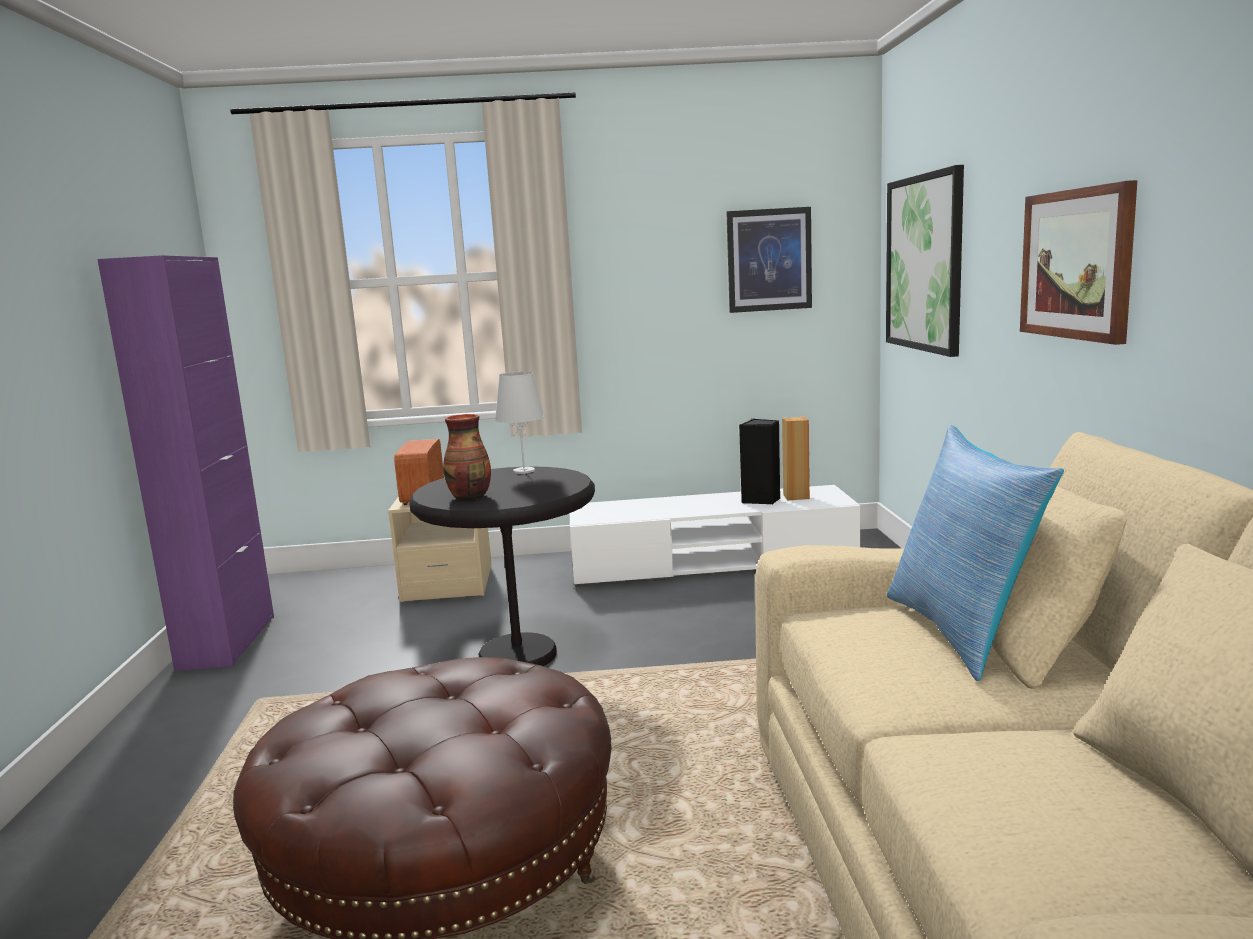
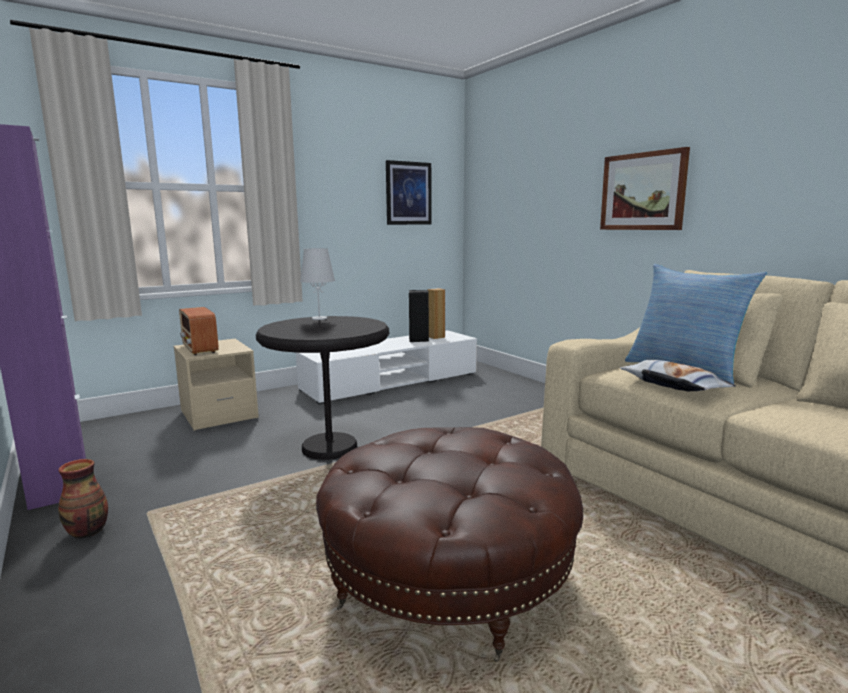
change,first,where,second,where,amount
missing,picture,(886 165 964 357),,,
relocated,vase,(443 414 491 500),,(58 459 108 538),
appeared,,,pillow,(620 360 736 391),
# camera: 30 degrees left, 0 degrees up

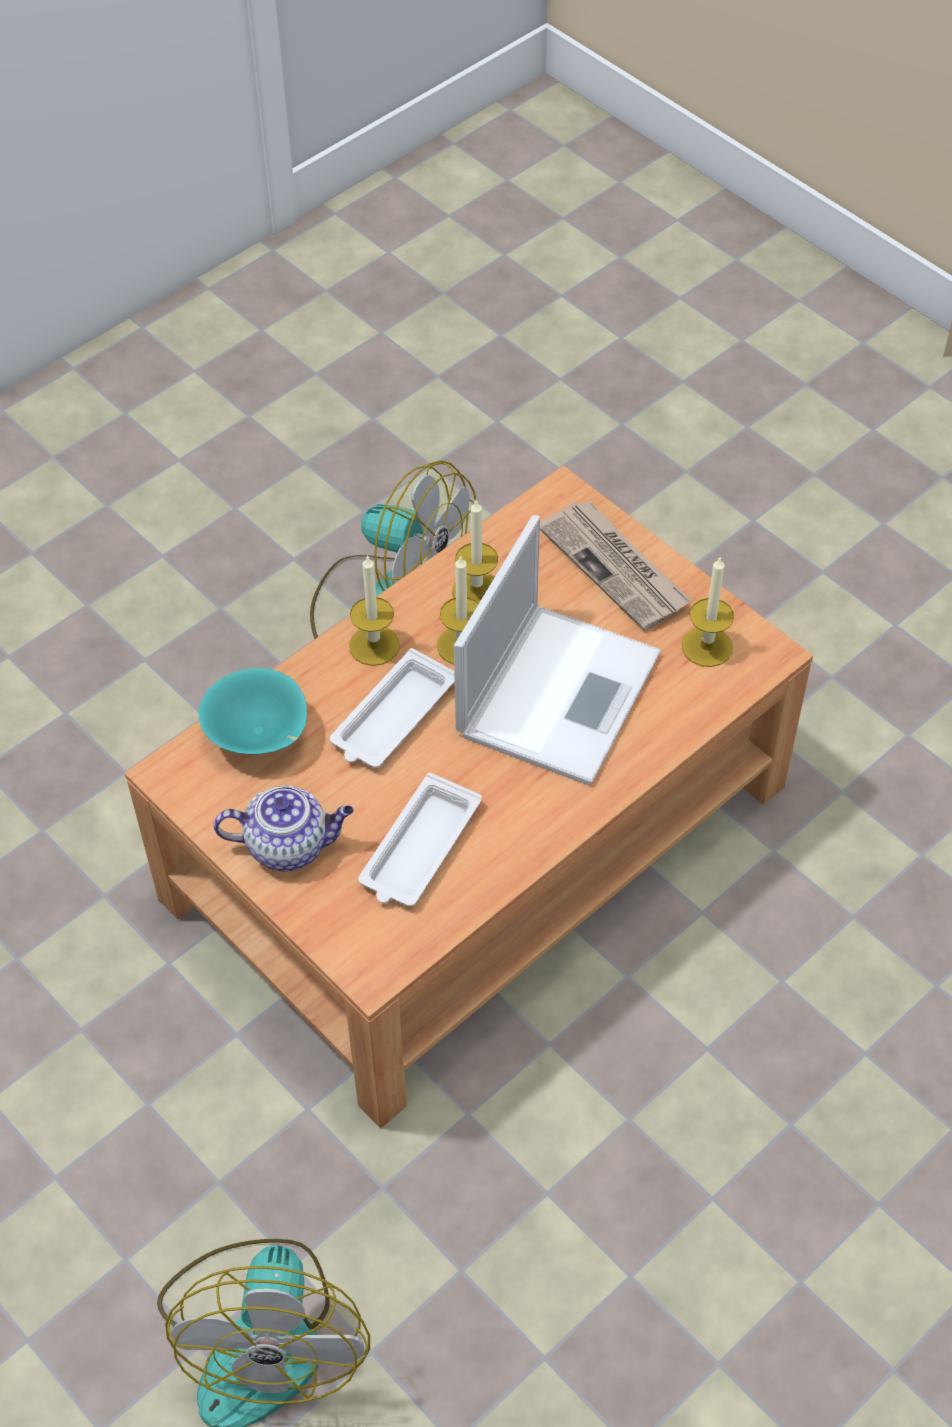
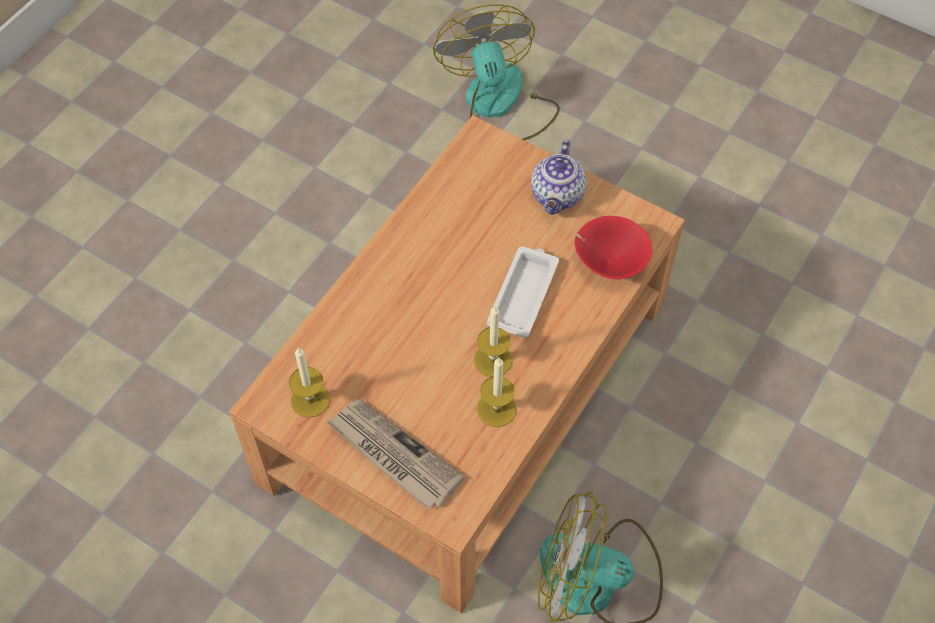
change,first,where,second,where,amount
missing,laptop,(454 515 661 785),,,
missing,candle,(349 555 400 666),,,
colour,turquoise_bowl,(198 668 307 754),red_bowl,(574 216 652 279),
missing,white_tray,(358 773 482 906),,,
spun,teapot,(213 786 354 871),,(531 140 587 215),60 degrees counterclockwise
# camera: 165 degrees right, 5 degrees up

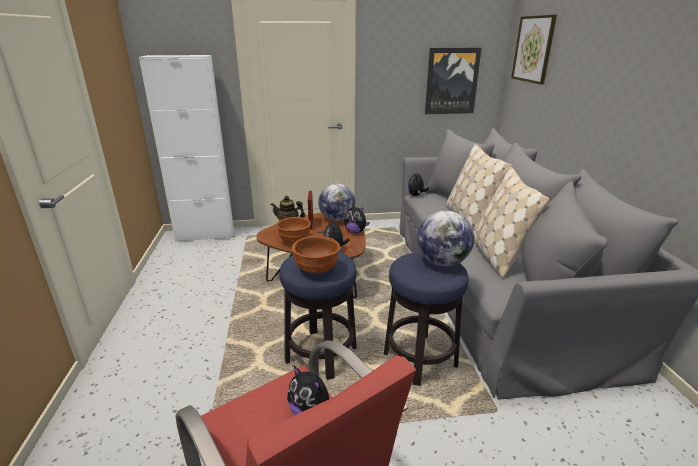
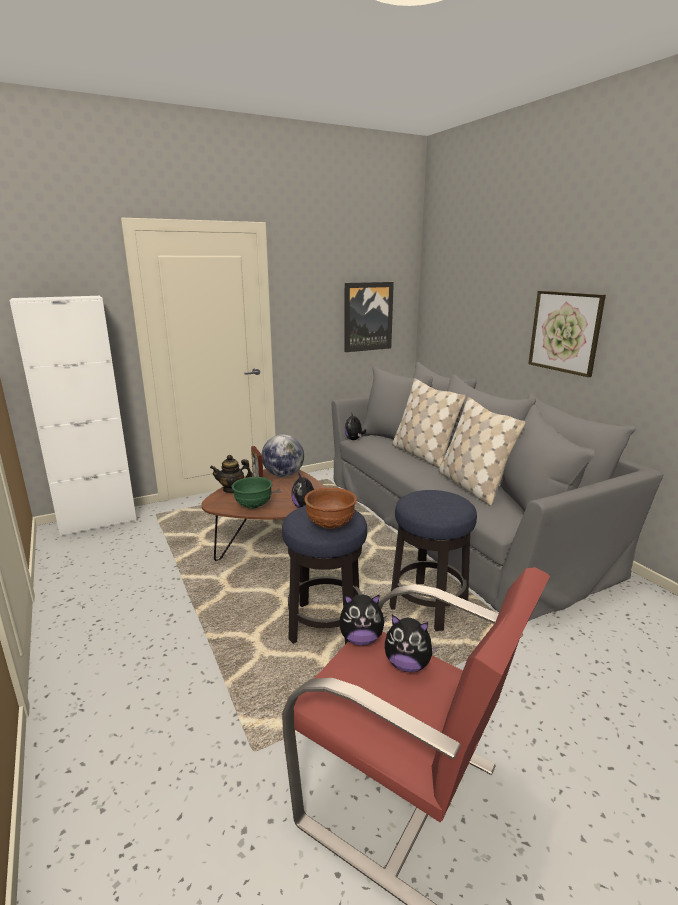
change,first,where,second,where,amount
relocated,picture,(511 15 557 85),,(528 291 606 377),
relocated,plush_toy,(344 205 370 233),,(339 594 386 645),
missing,globe,(417 211 474 266),,,
colour,brown_bowl,(276 217 311 244),green_bowl,(232 477 272 509),
# camera: 20 degrees left, 5 degrees down

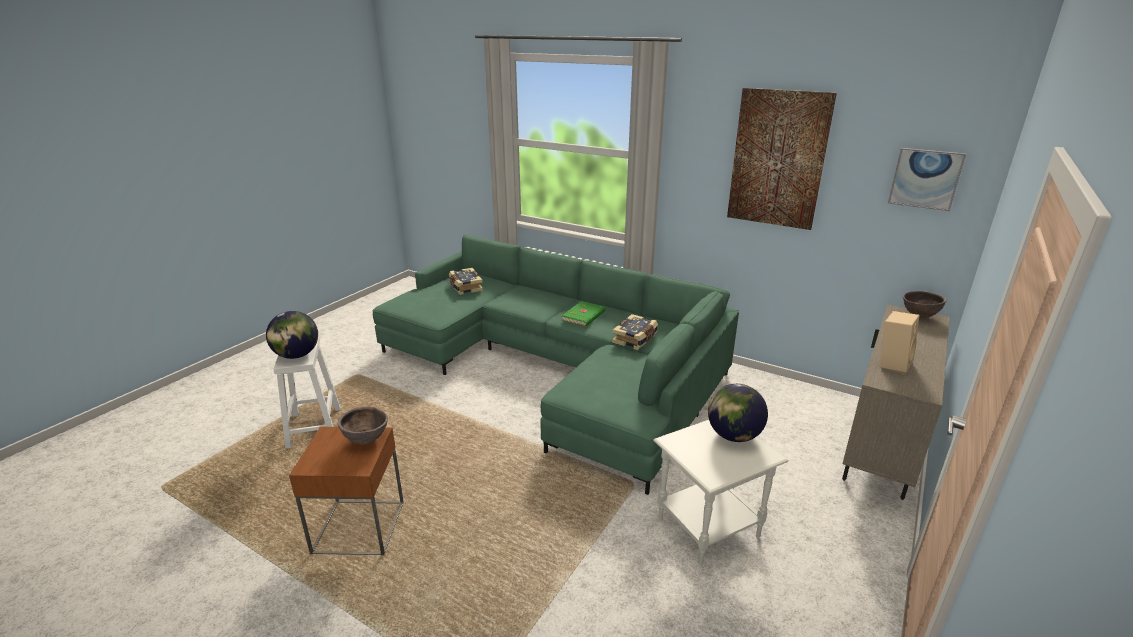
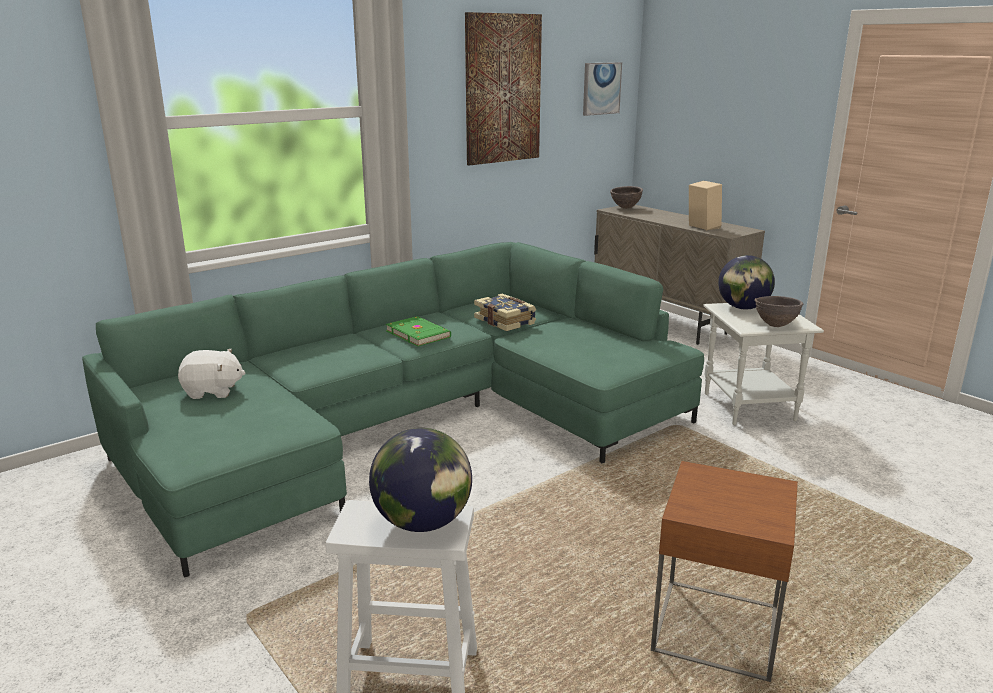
change,first,where,second,where,amount
exchanged,book,(449 268 483 295),white_plush_toy,(178 349 246 399),
relocated,brown_bowl,(338 407 388 445),,(754 296 803 327),
# camera: 70 degrees left, 5 degrees down

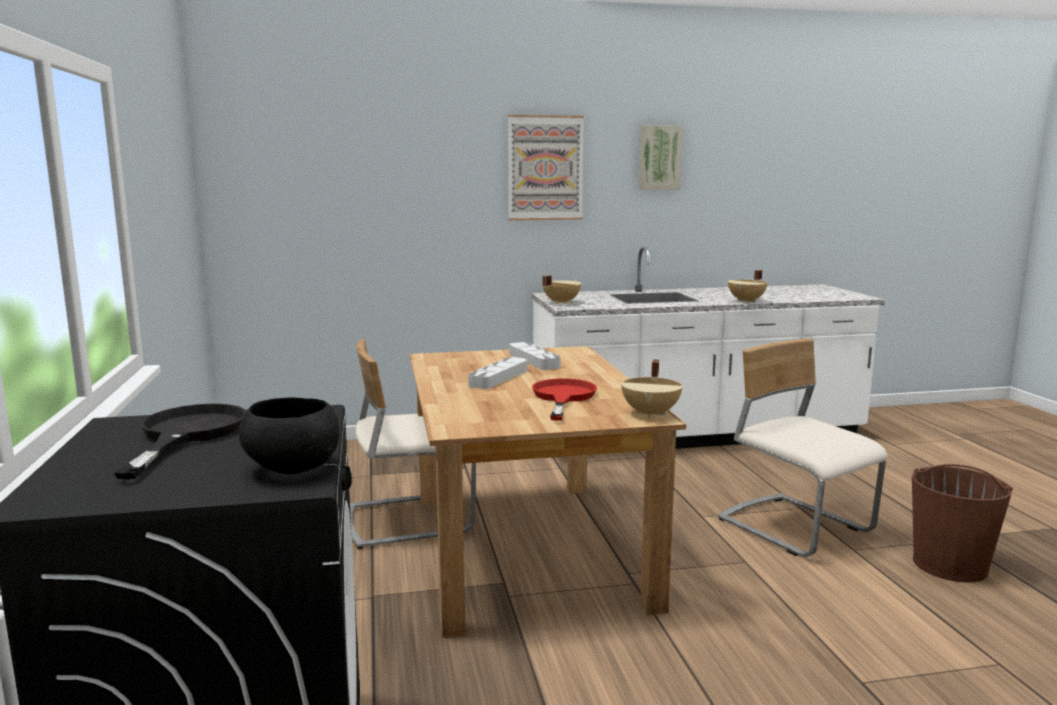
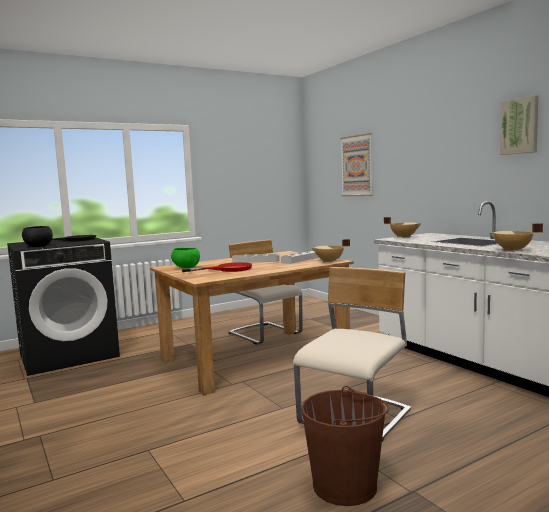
change,first,where,second,where,amount
relocated,picture,(508 115 584 221),,(340 133 373 196),
relocated,beige_cooking_pot,(621 360 683 418),,(311 239 350 263),
appeared,,,green_bowl,(171 248 200 269),
# camera: 70 degrees right, 5 degrees down

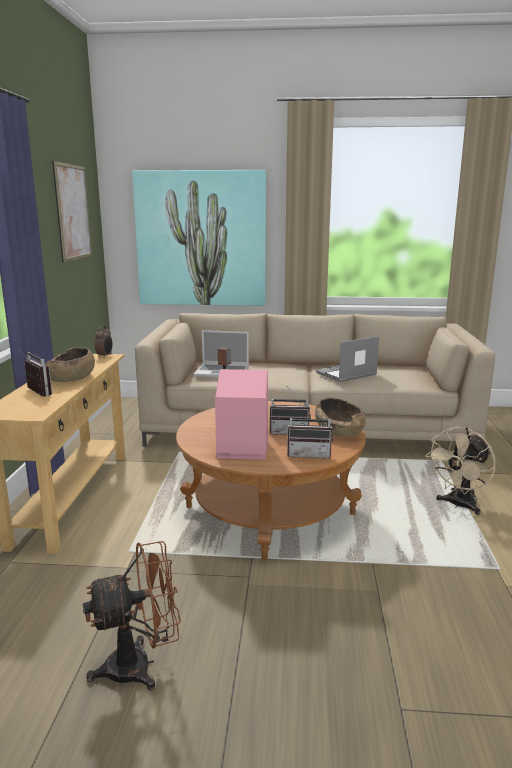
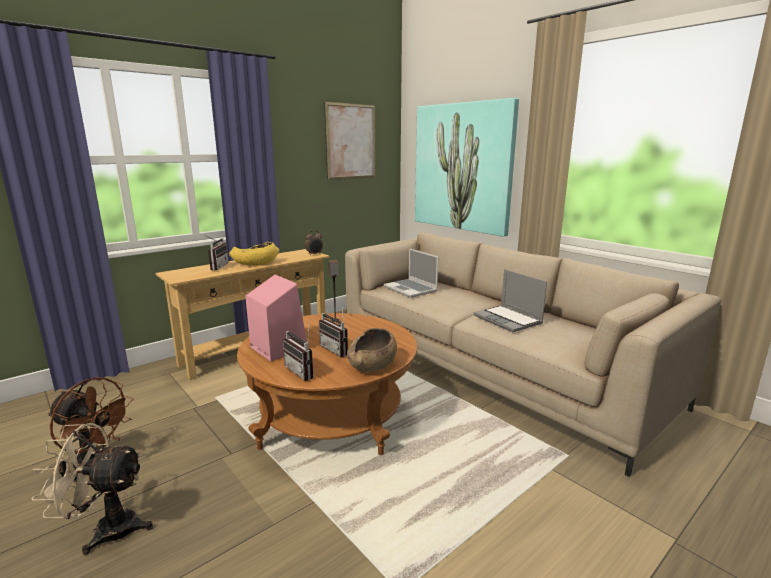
change,first,where,second,where,amount
spun,laptop,(316 336 379 382),,(474 269 547 332),135 degrees counterclockwise
colour,brown_bowl,(45 347 95 382),yellow_bowl,(229 242 280 265),
relocated,beige_fan,(425 427 496 515),,(32 423 153 555),
# camera: 45 degrees right, 0 degrees up

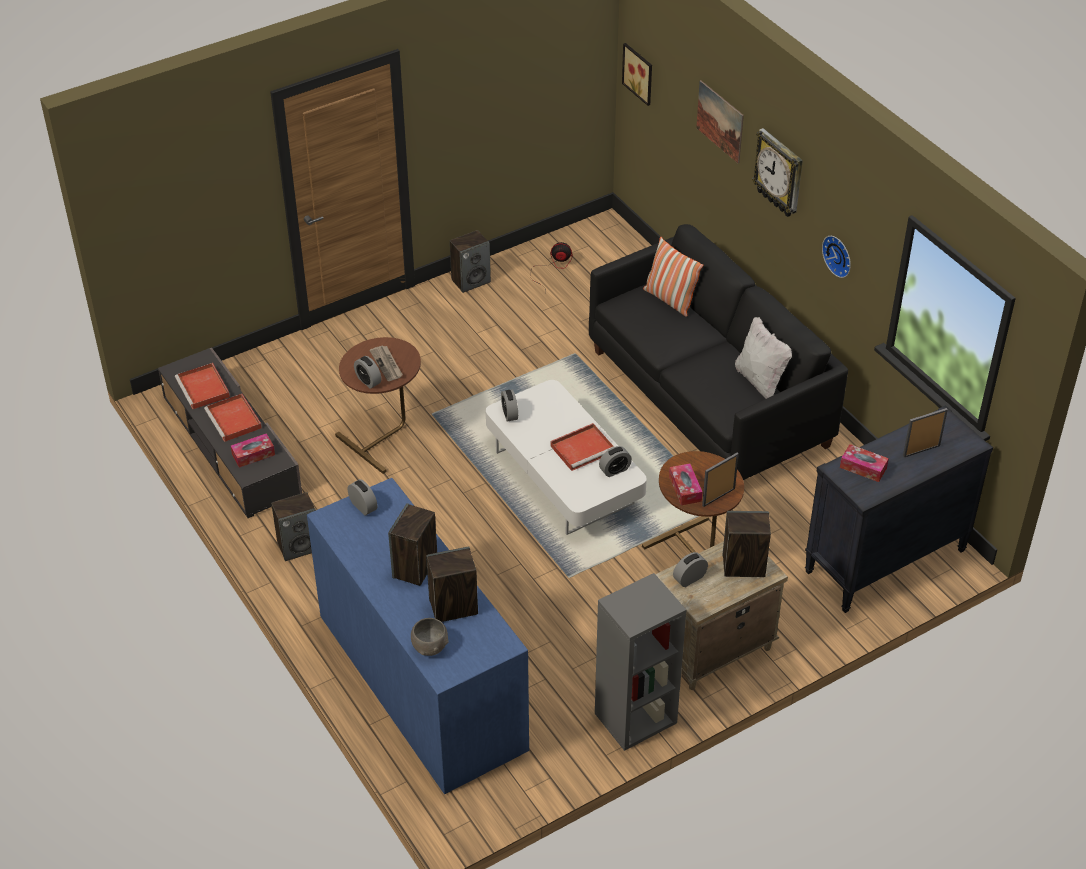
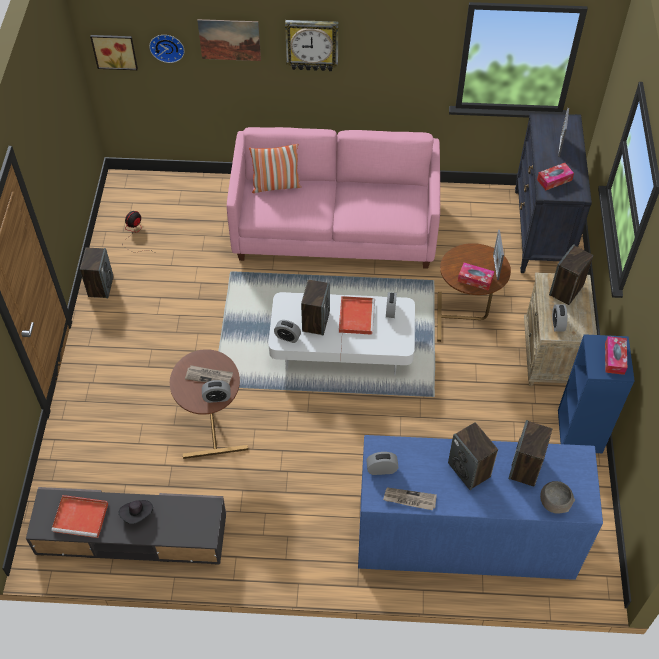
change,first,where,second,where,amount
colour,black_sofa,(589 224 848 480),pink_sofa,(227 127 440 269),
relocated,wall_clock,(822 236 851 278),,(149 35 185 63),
missing,white_pillow,(735 317 792 399),,,
exchanged,red_tray,(204 394 262 442),black_hat,(119 500 153 524),
relocated,tissue_box,(231 433 275 468),,(605 336 627 375),
relocated,speaker,(271 492 316 561),,(301 280 330 336),
colour,grey_bookcase,(595 573 686 751),blue_bookcase,(558 334 635 453),
appeared,,,newspaper,(383 487 437 510),
# camera: 55 degrees left, 10 degrees up

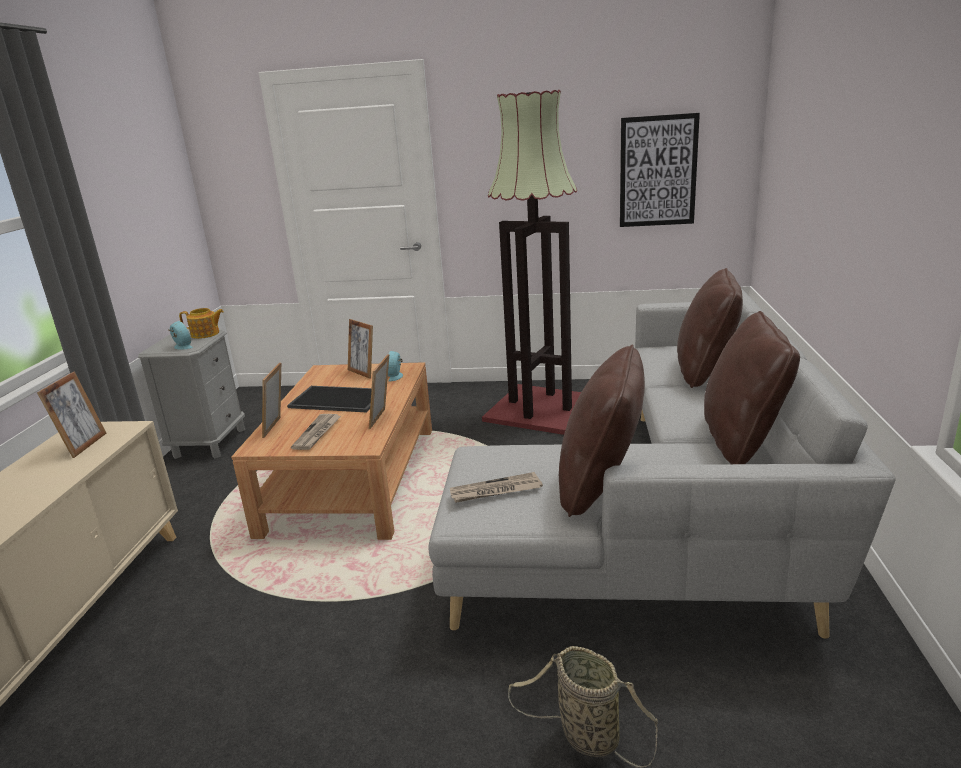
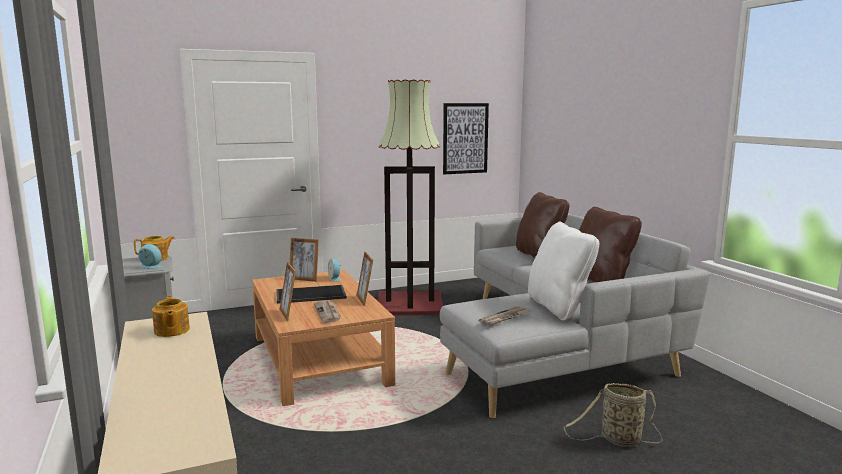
change,first,where,second,where,amount
colour,brown_pillow,(559 344 645 517),white_pillow,(528 222 599 321),
exchanged,picture_frame,(37 371 107 458),teapot,(152 296 190 337),
# camera: 30 degrees left, 10 degrees down

